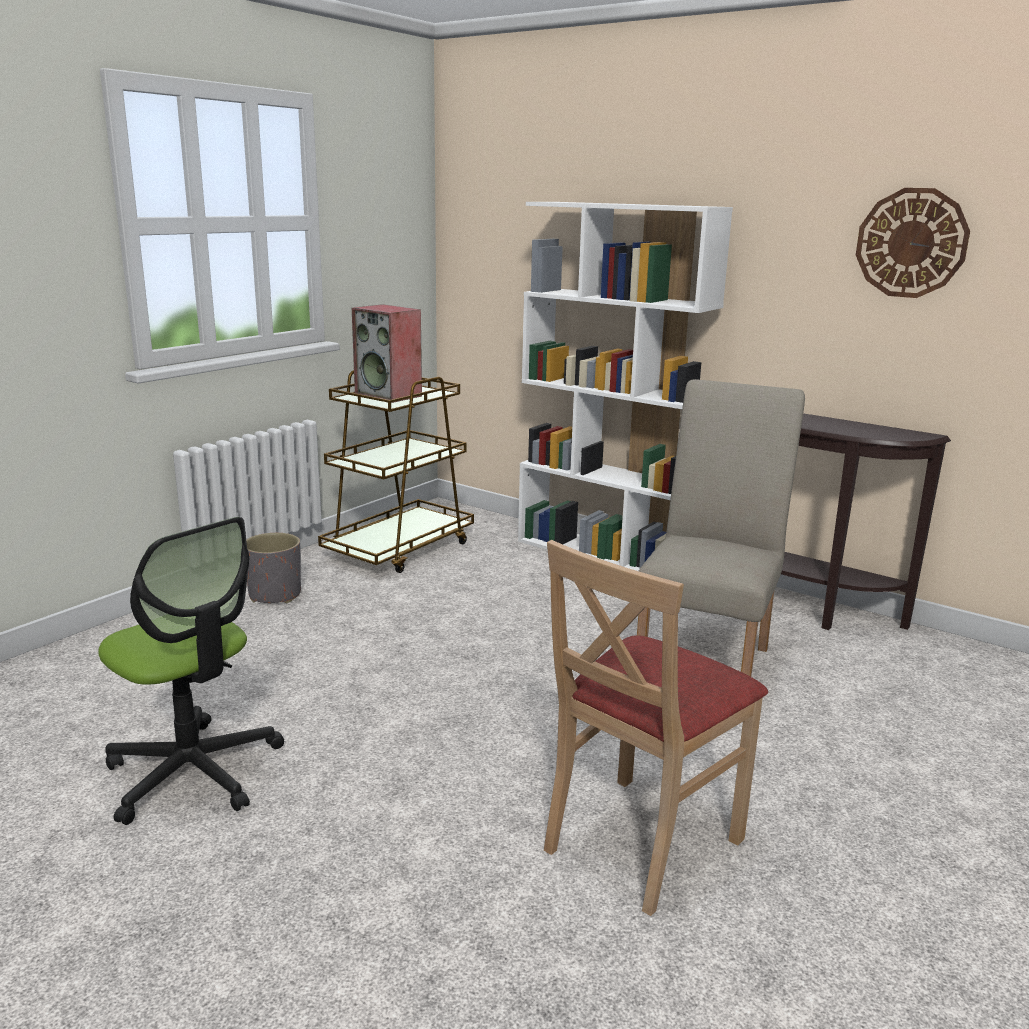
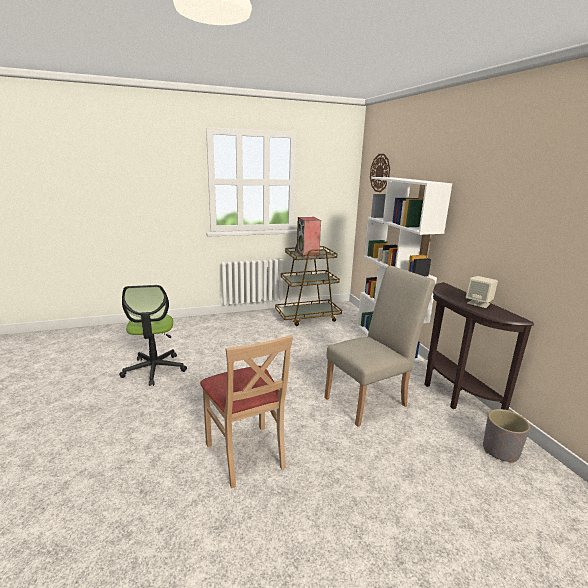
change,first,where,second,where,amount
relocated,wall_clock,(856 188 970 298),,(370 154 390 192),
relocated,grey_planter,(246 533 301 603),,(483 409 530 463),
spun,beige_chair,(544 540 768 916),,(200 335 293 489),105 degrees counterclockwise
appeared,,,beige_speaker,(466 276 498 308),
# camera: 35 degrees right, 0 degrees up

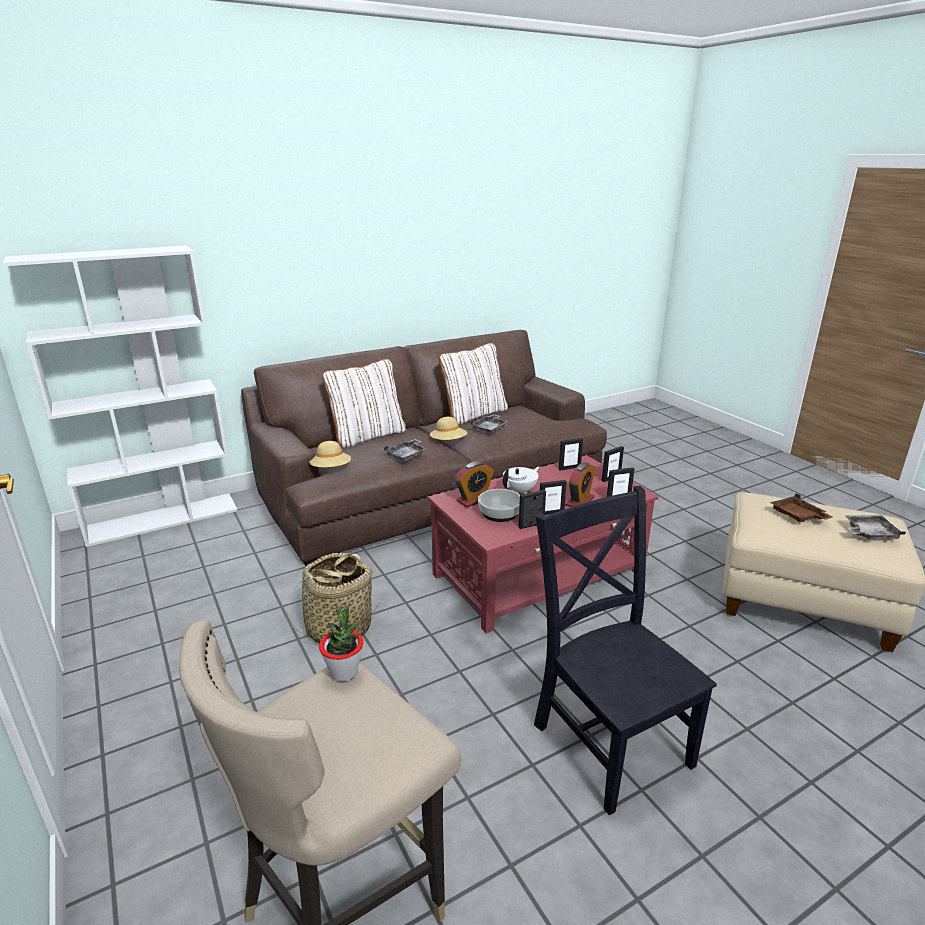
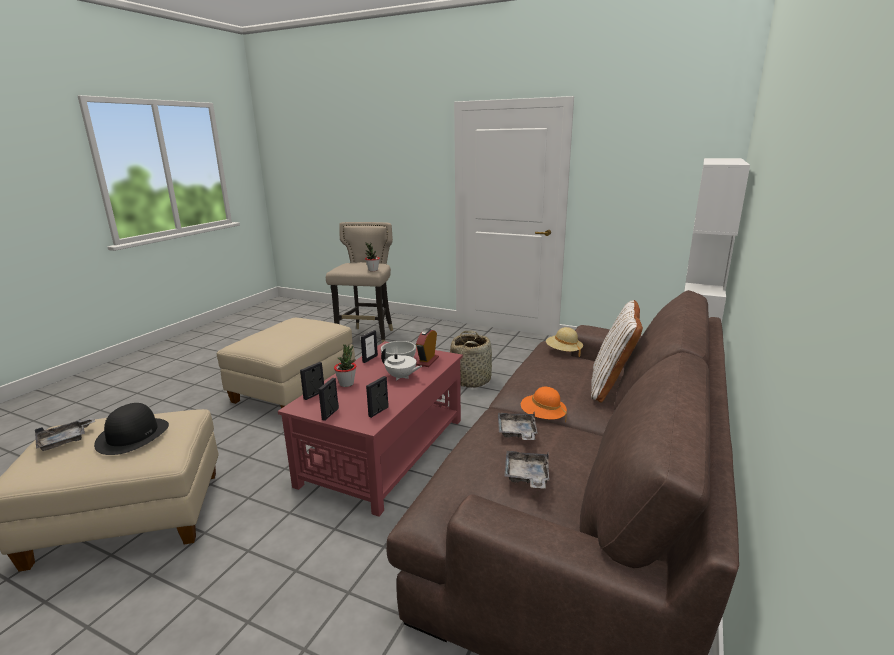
change,first,where,second,where,amount
missing,white_pillow,(439 343 508 425),,,
colour,beige_hat,(430 417 467 440),orange_hat,(521 387 567 422),
relocated,grey_tray,(384 439 427 461),,(504 451 549 488),
exchanged,alarm_clock,(565 462 595 507),potted_plant,(334 344 356 387),
spun,white_teapot,(503 467 539 494),,(381 349 422 380),75 degrees counterclockwise
missing,picture_frame,(540 480 567 515),,,
exchanged,black_chair,(534 486 717 815),beige_ottoman,(217 318 355 409),
exchanged,brown_tray,(770 493 832 522),black_hat,(94 403 169 455),
# camera: 145 degrees right, 5 degrees down

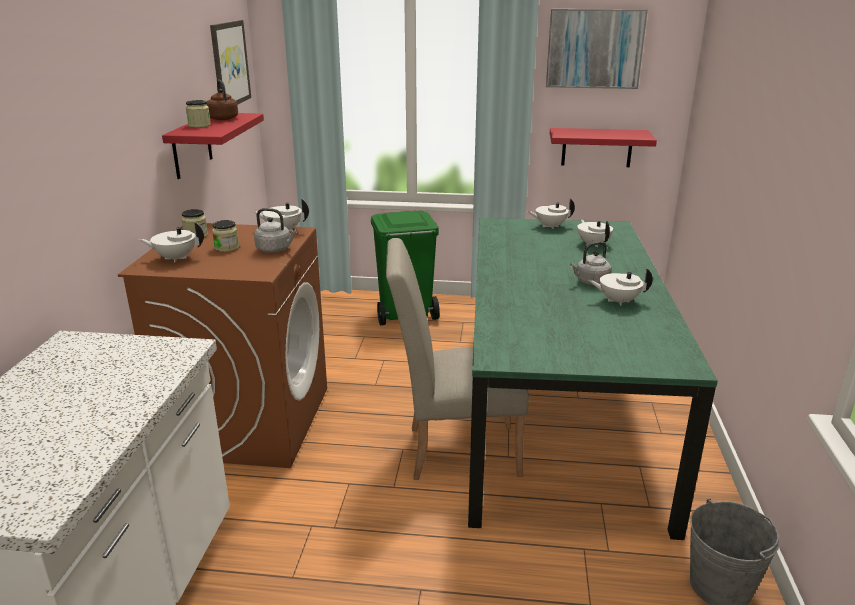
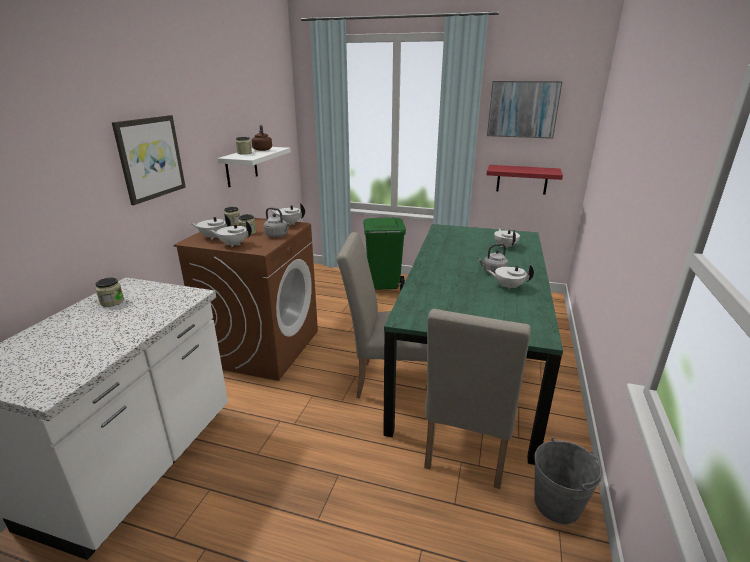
change,first,where,second,where,amount
relocated,picture,(210 20 251 105),,(112 115 186 205),
colour,red_shelf,(162 113 264 179),white_shelf,(217 147 291 187),
relocated,white_teapot,(527 199 575 229),,(210 221 252 247),
appeared,,,jar,(96 277 124 307),
appeared,,,beige_chair,(424 309 531 489),
# camera: 10 degrees right, 0 degrees up

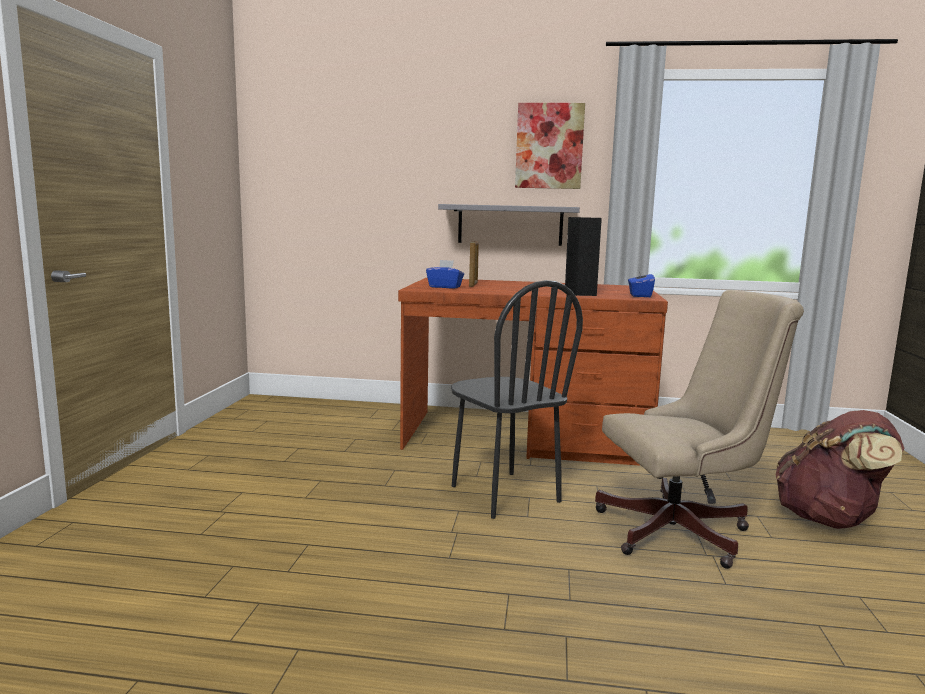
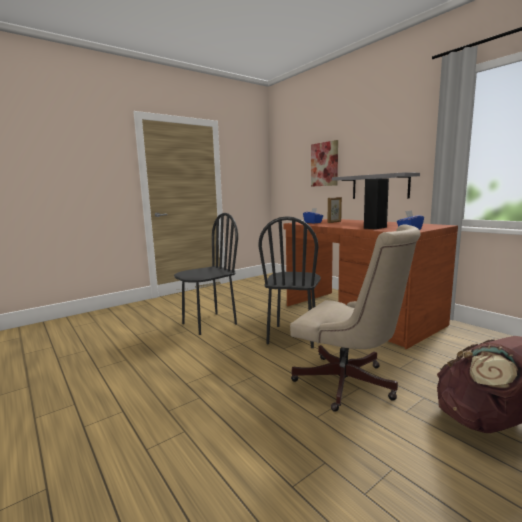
change,first,where,second,where,amount
relocated,picture,(515 103 585 189),,(311 140 338 187),
appeared,,,black_chair,(174 213 238 335),
# camera: 45 degrees right, 0 degrees up

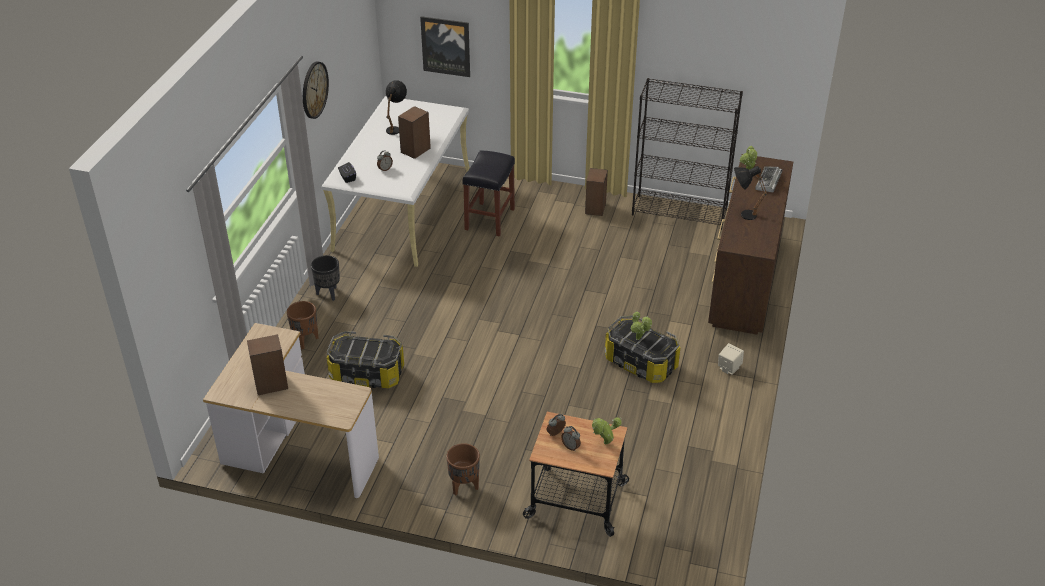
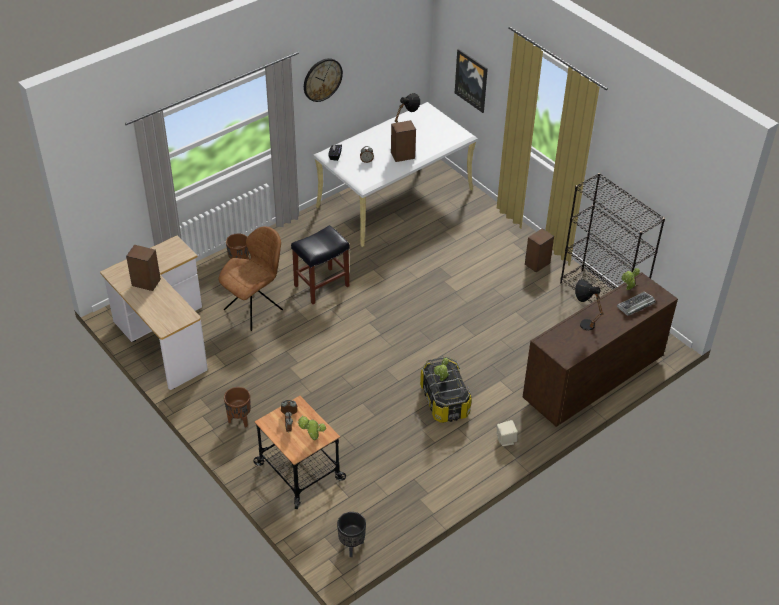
change,first,where,second,where,amount
relocated,black_stool,(462 150 515 237),,(291 225 350 304),
relocated,black_planter,(311 255 340 301),,(337 512 366 557),
exchanged,storage_box,(327 331 404 388),brown_chair,(218 226 283 331),
# camera: 35 degrees right, 5 degrees up

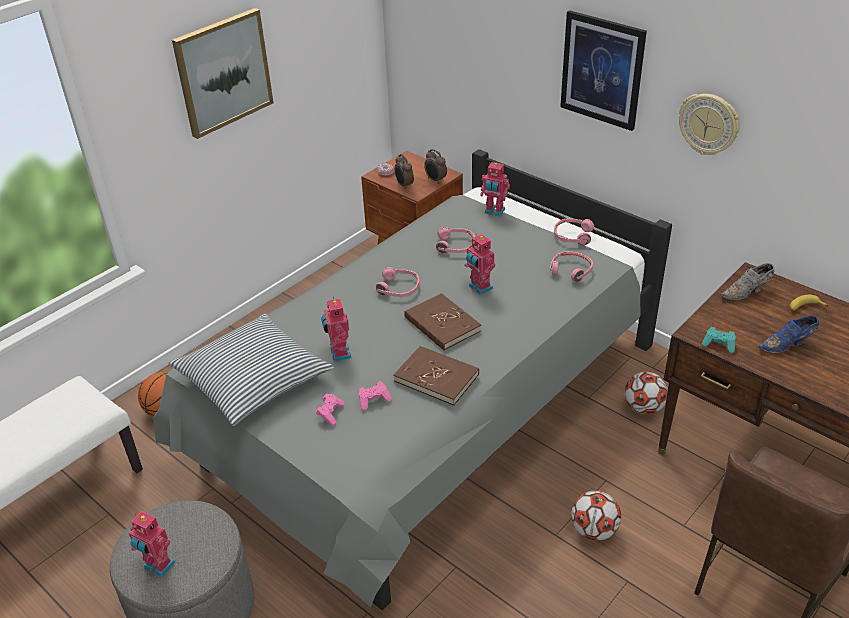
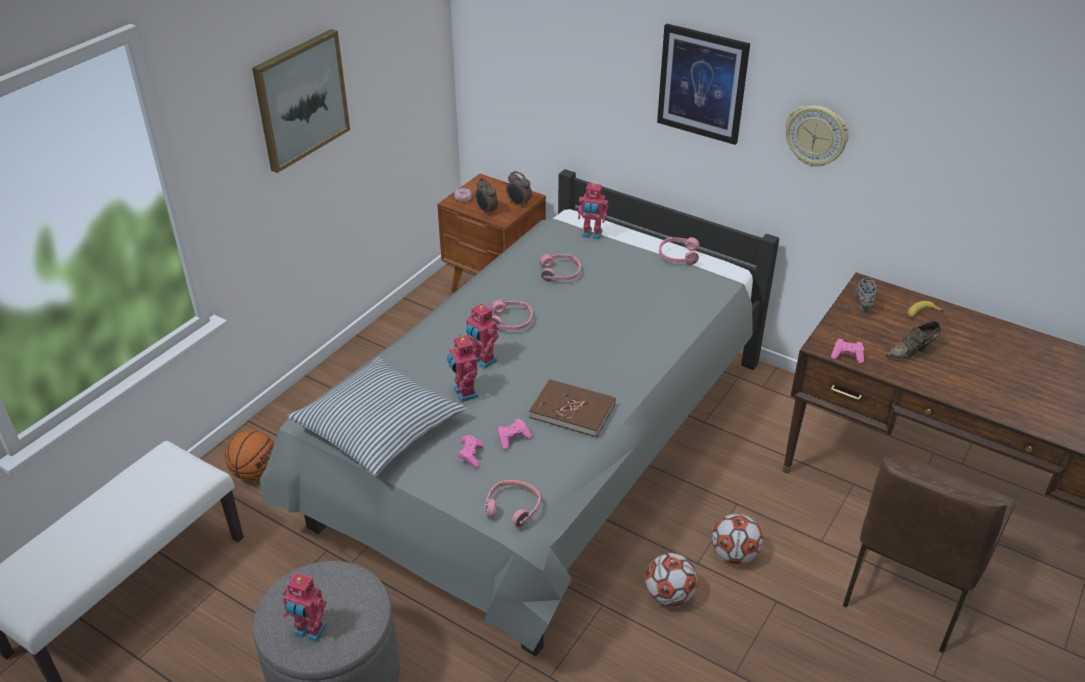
change,first,where,second,where,amount
relocated,toy_robot,(464 234 495 295),,(466 303 499 369),
relocated,pink_headphones,(550 251 593 283),,(485 480 541 528),
spun,grey_shoe,(721 263 774 300),,(856 278 876 312),135 degrees clockwise
missing,brown_book,(404 293 481 350),,,
colour,blue_shoe,(757 316 819 353),brown_shoe,(885 321 941 361),
colour,turquoise_game_controller,(702 327 736 353),pink_game_controller,(831 339 864 364),
relocated,football,(624 372 668 415),,(645 553 697 606),
# camera: 10 degrees left, 0 degrees up

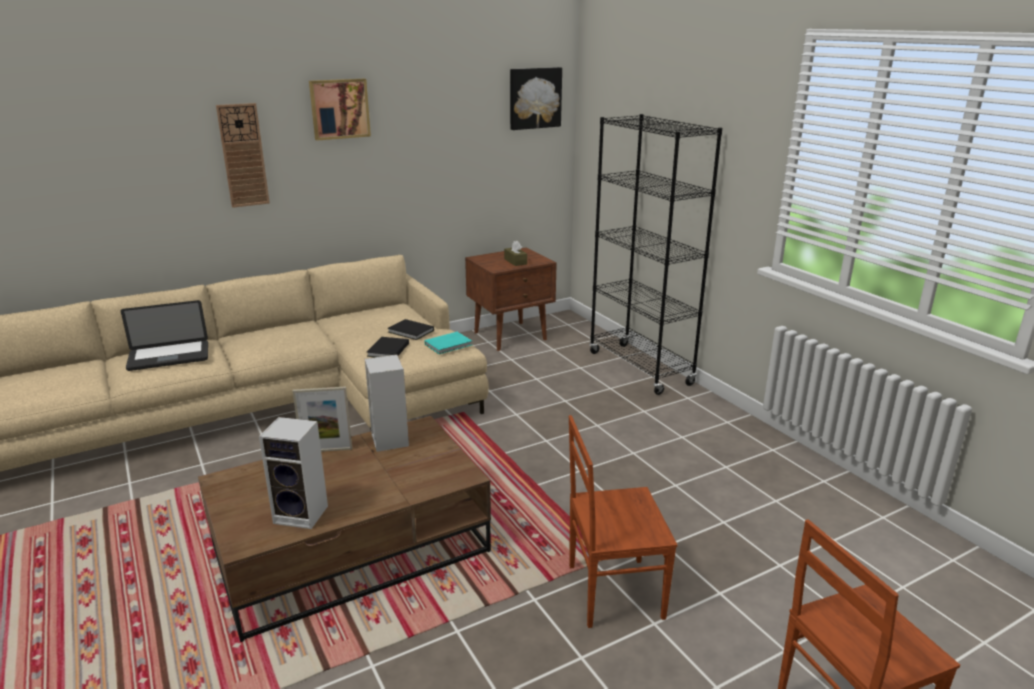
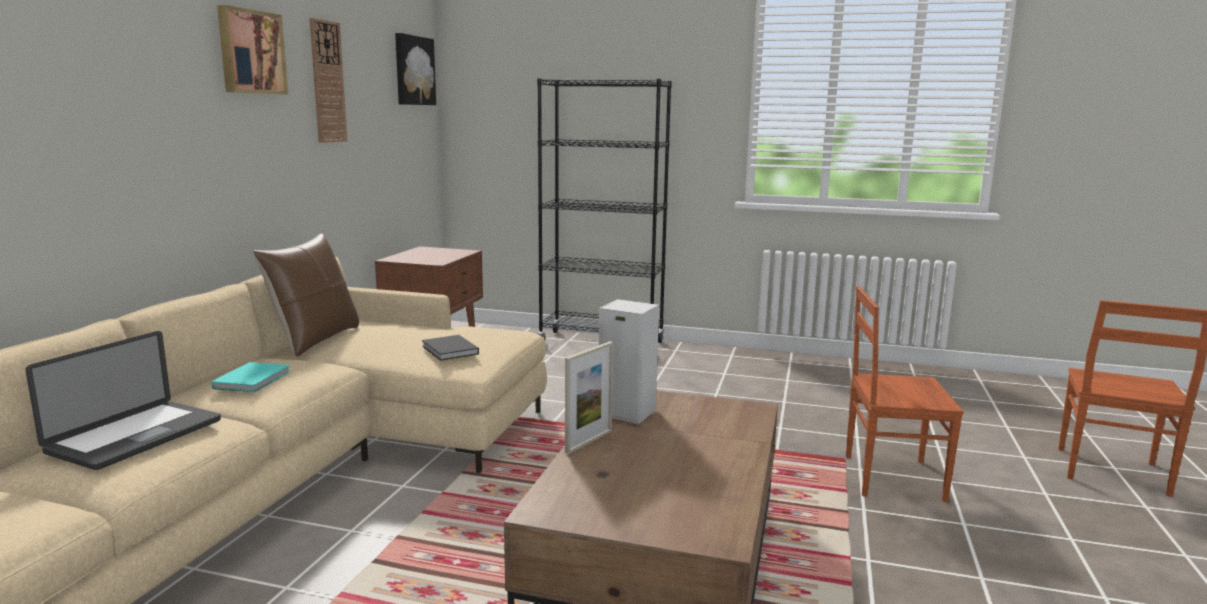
change,first,where,second,where,amount
relocated,wall_clock,(216 103 270 208),,(309 18 348 143),
missing,brown_tissue_box,(504 240 527 266),,,
missing,black_book,(387 319 434 340),,,
relocated,turquoise_book,(425 332 472 354),,(211 362 290 393),
spun,brown_chair,(569 415 677 628),,(846 286 964 502),60 degrees clockwise
missing,speaker,(259 417 328 529),,,
appeared,,,brown_pillow,(253 233 359 356),
# camera: 45 degrees left, 10 degrees down

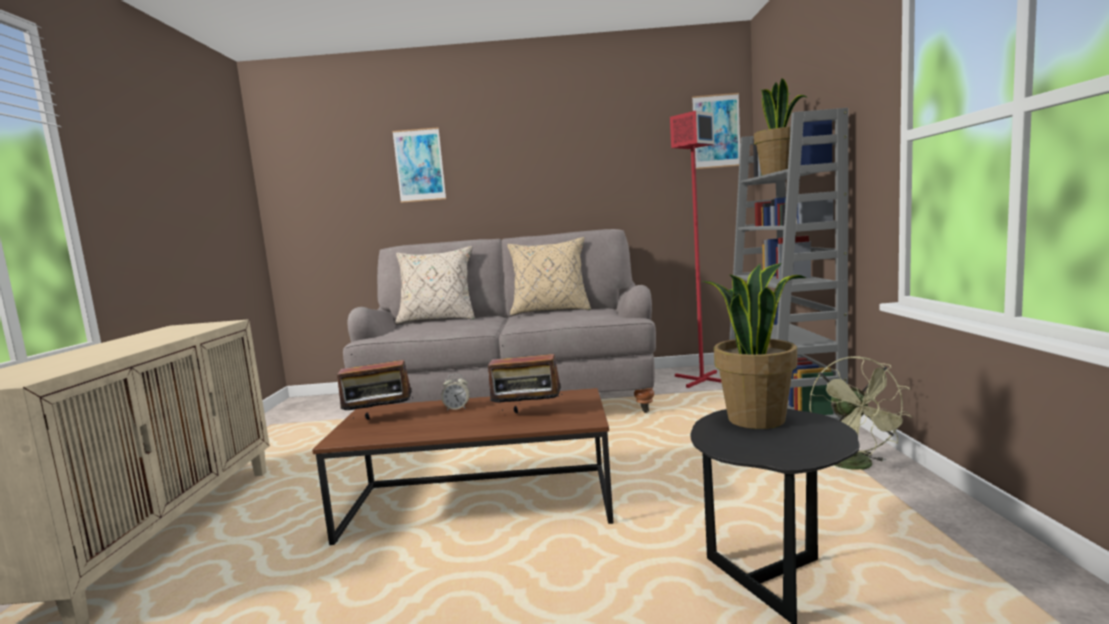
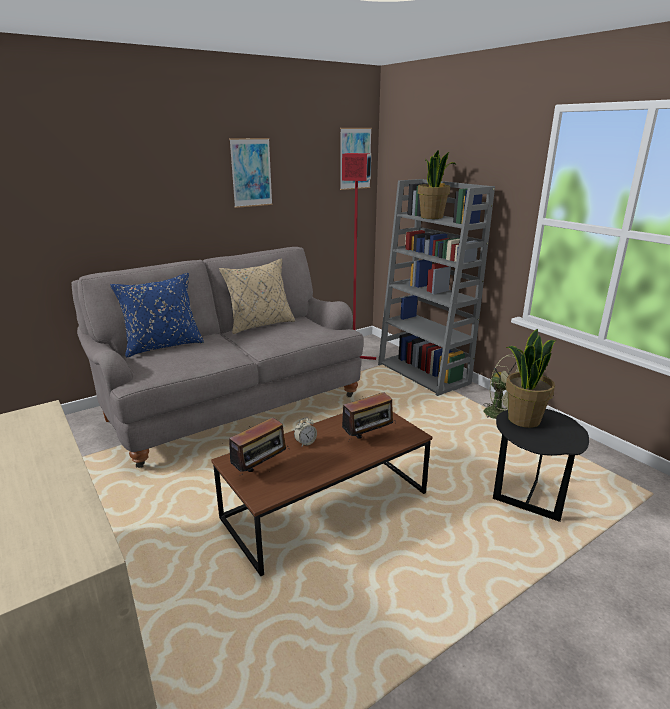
change,first,where,second,where,amount
relocated,picture,(392 127 446 203),,(229 138 273 208),
colour,beige_pillow,(395 246 475 324),blue_pillow,(110 273 204 358),
# camera: 35 degrees left, 15 degrees up

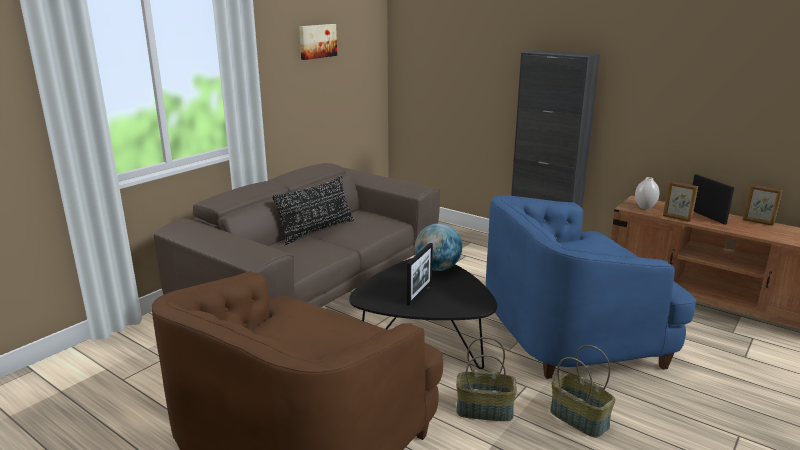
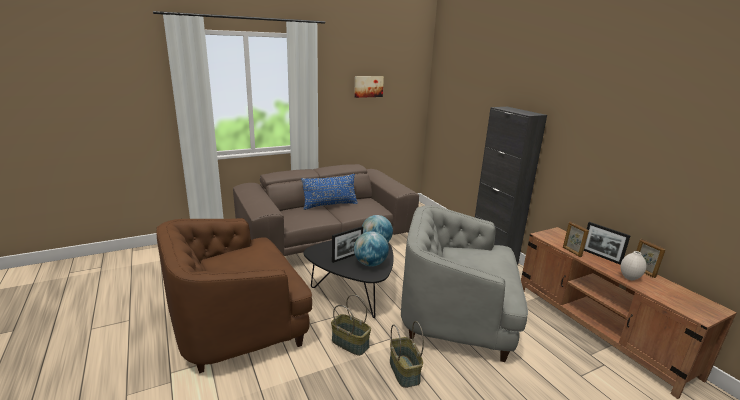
change,first,where,second,where,amount
spun,picture_frame,(693 174 734 225),,(584 222 631 265),135 degrees clockwise
colour,black_pillow,(272 176 354 245),blue_pillow,(301 174 358 210),
relocated,white_vase,(635 177 660 209),,(621 251 646 280),
colour,blue_armchair,(486 195 696 379),grey_armchair,(401 205 528 362),
appeared,,,globe,(354 231 389 266),
# camera: 25 degrees right, 0 degrees up

